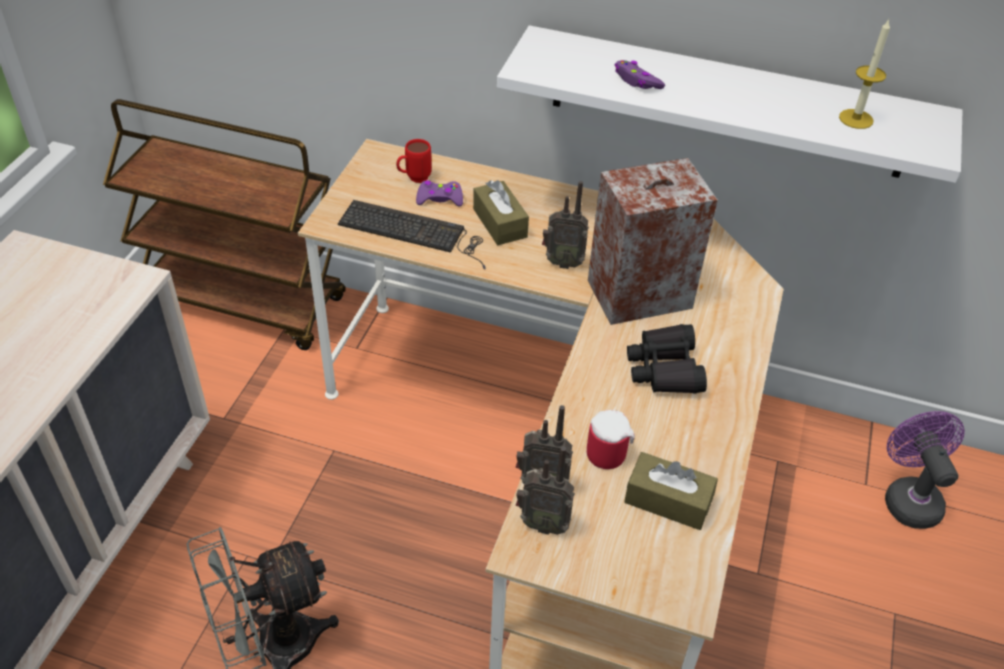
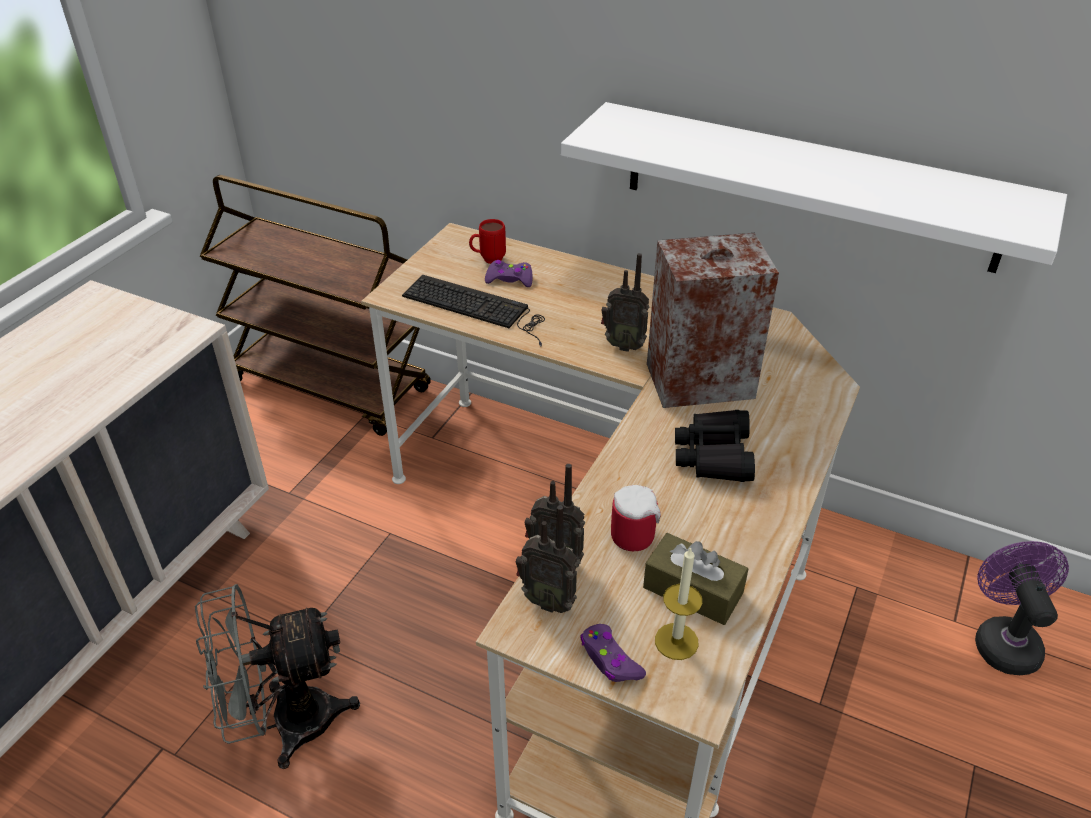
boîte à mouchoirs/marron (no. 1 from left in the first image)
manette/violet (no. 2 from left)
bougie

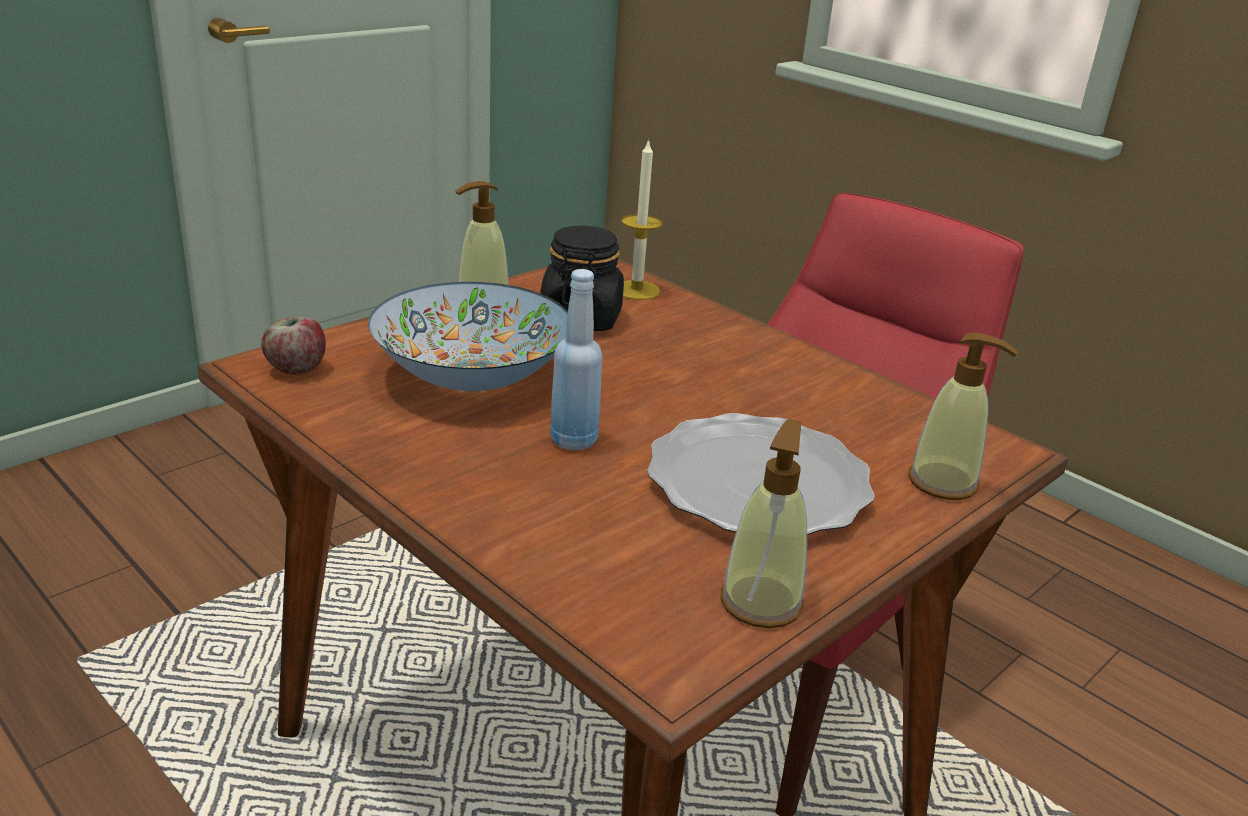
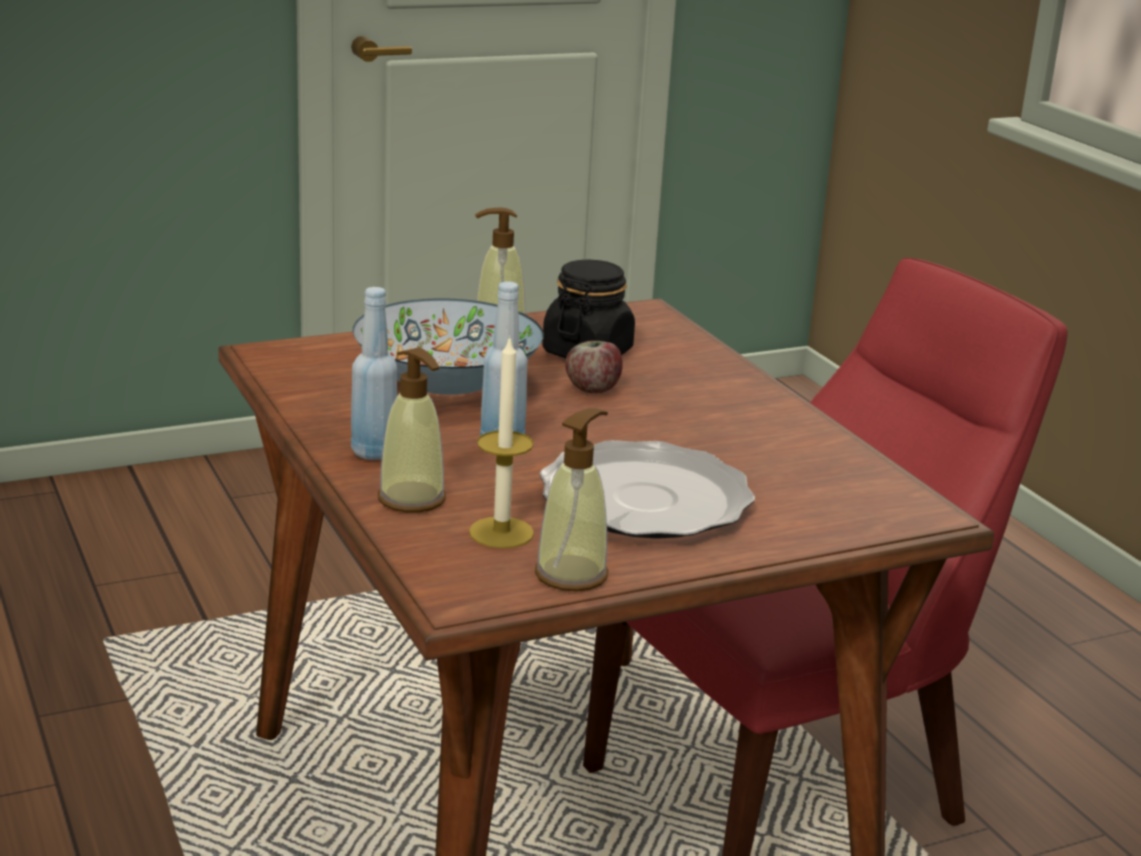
pomme
bougie
distributeur de savon (no. 1 from left)
bouteille/bleu (no. 1 from left)

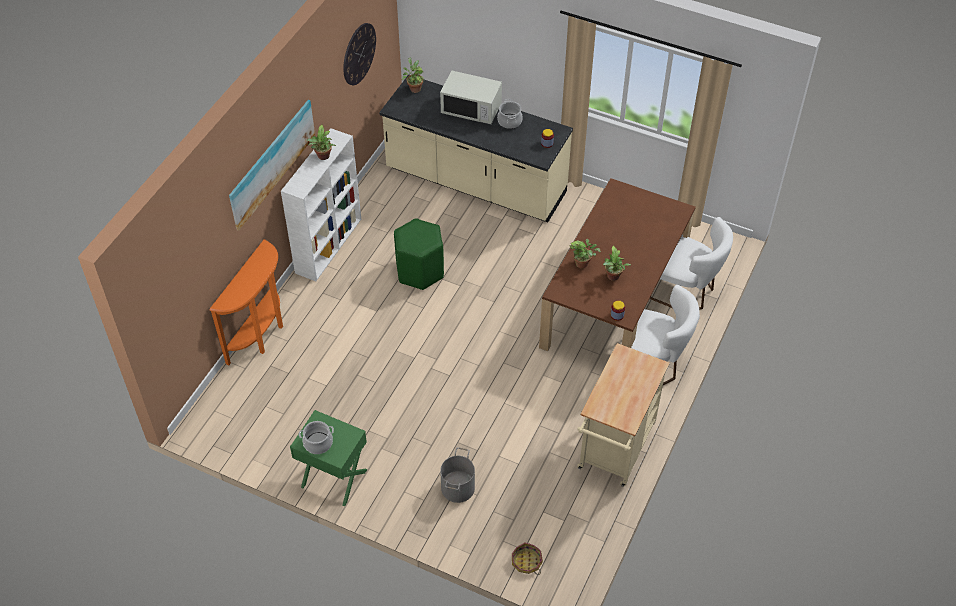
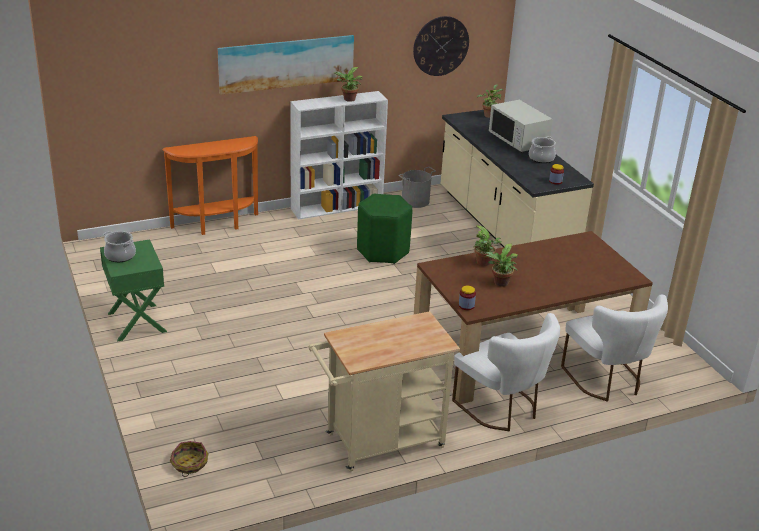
seau/gris

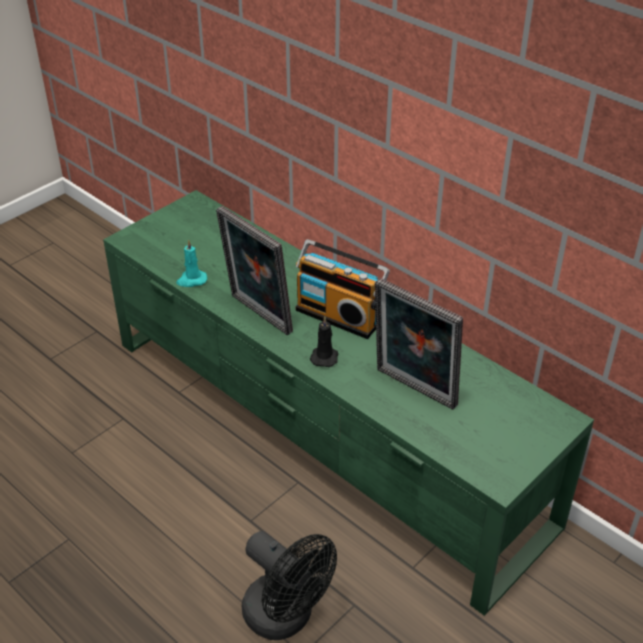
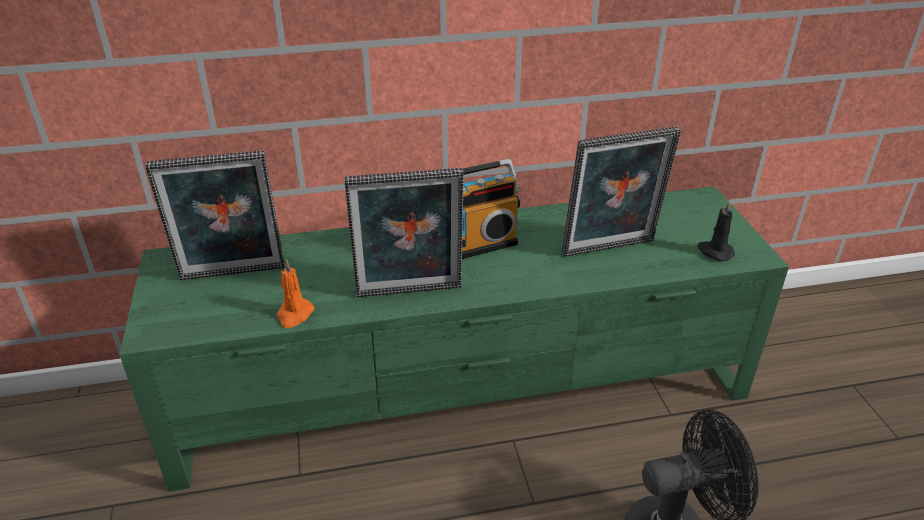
bougie/orange
bougie/noir
cadre photo (no. 1 from left)

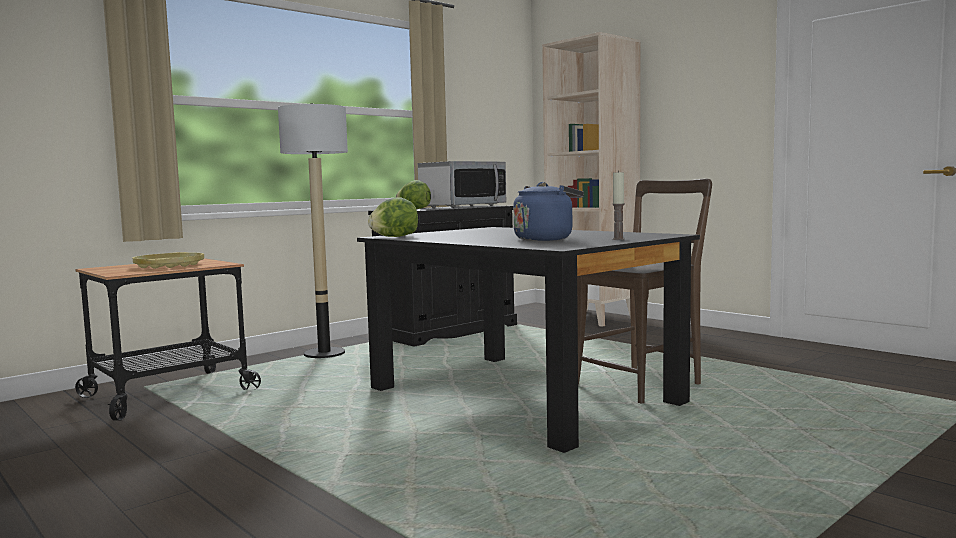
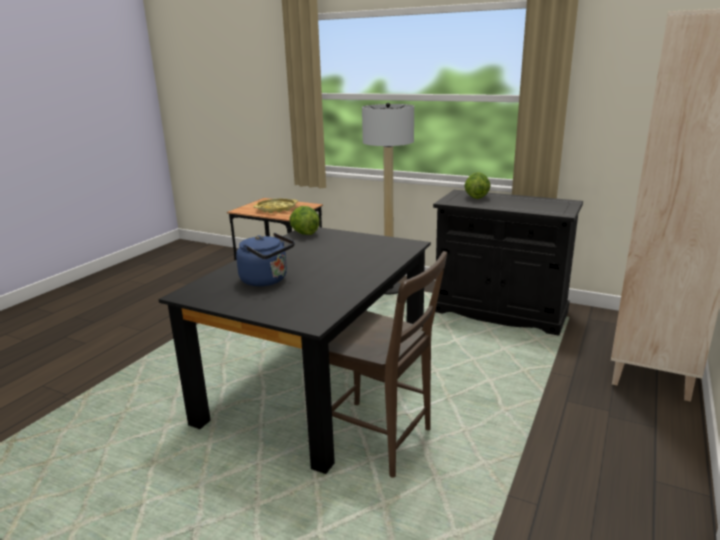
micro-ondes
bougie

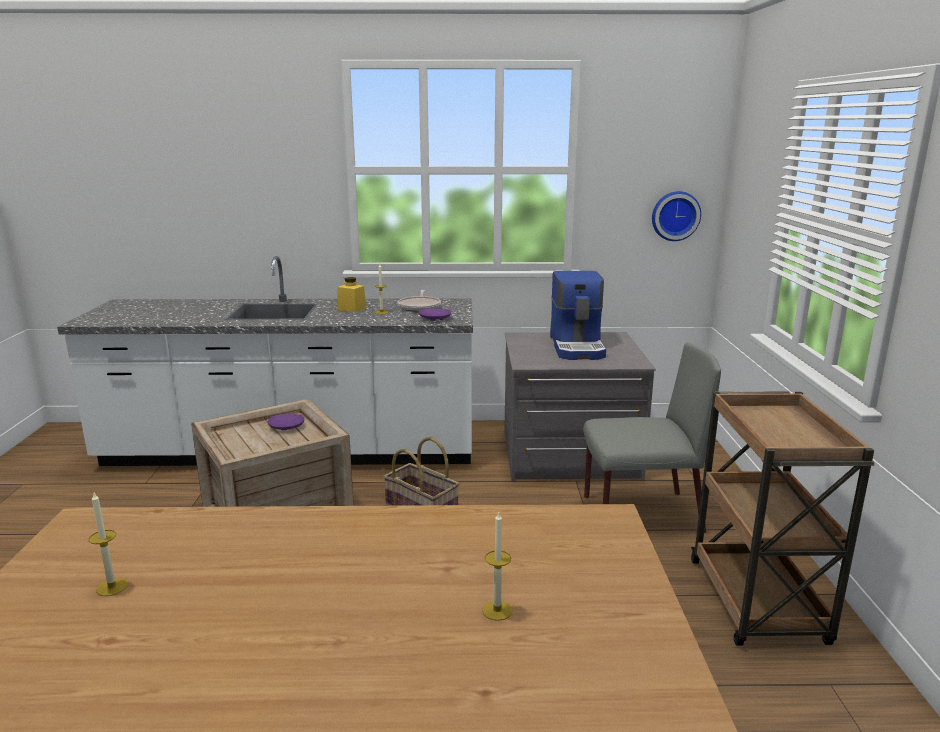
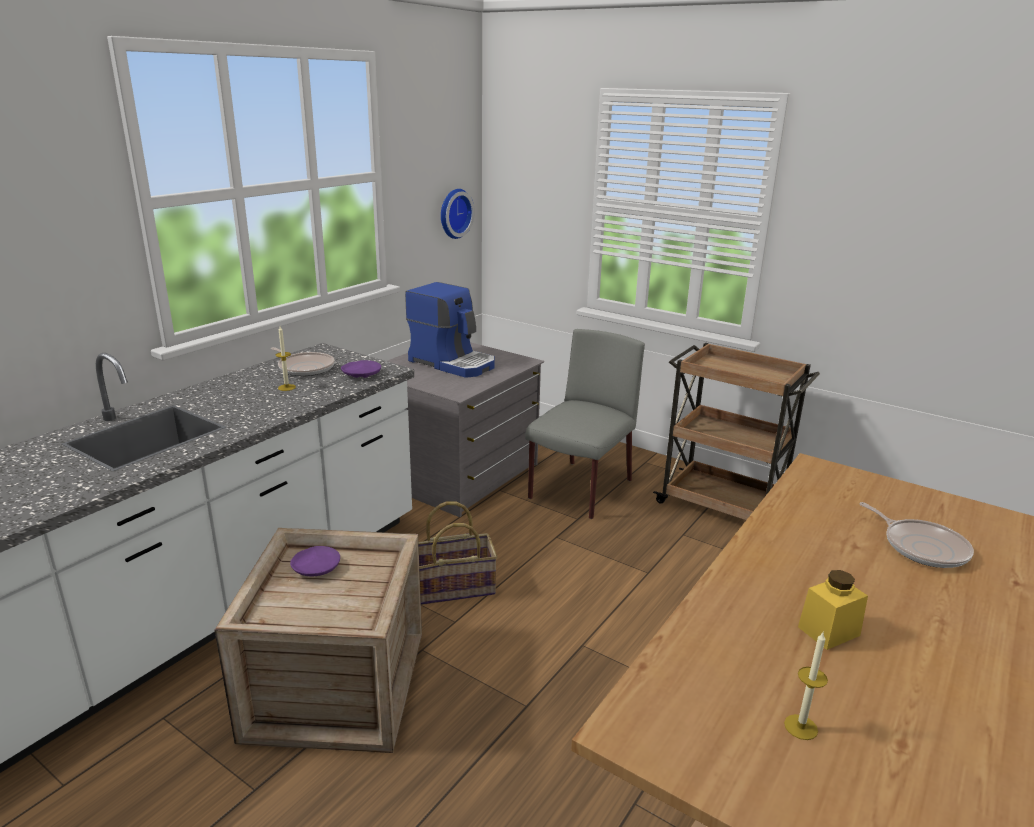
bocal/jaune
poêle (no. 2 from left)

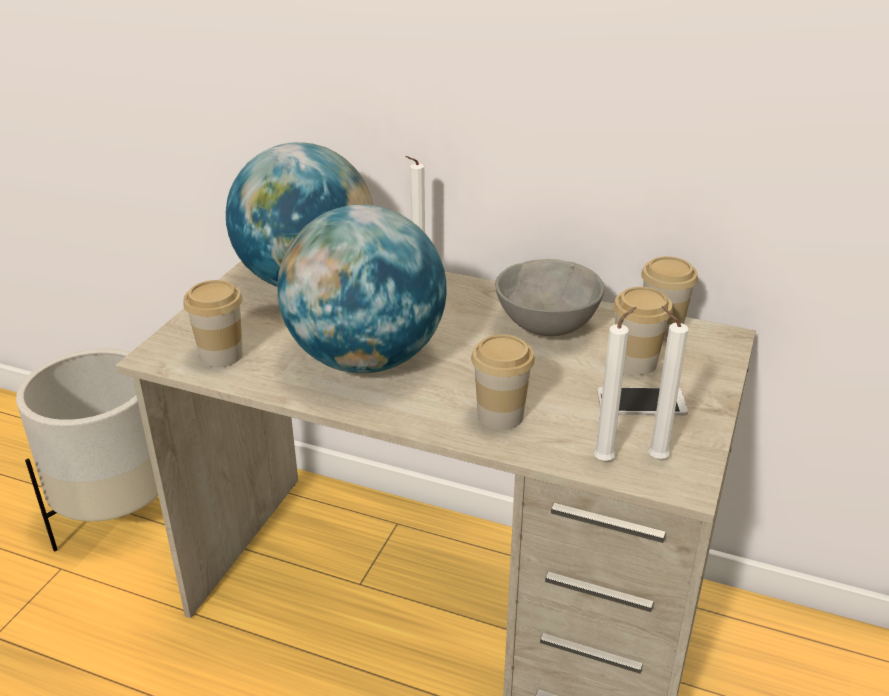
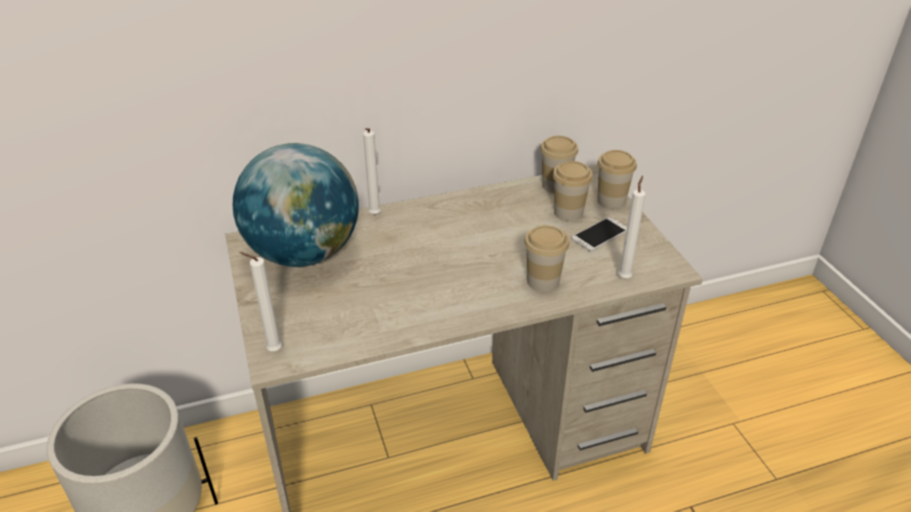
tasse (no. 4 from left)
globe (no. 2 from left in the first image)
bol/gris
bougie/blanc (no. 1 from left)

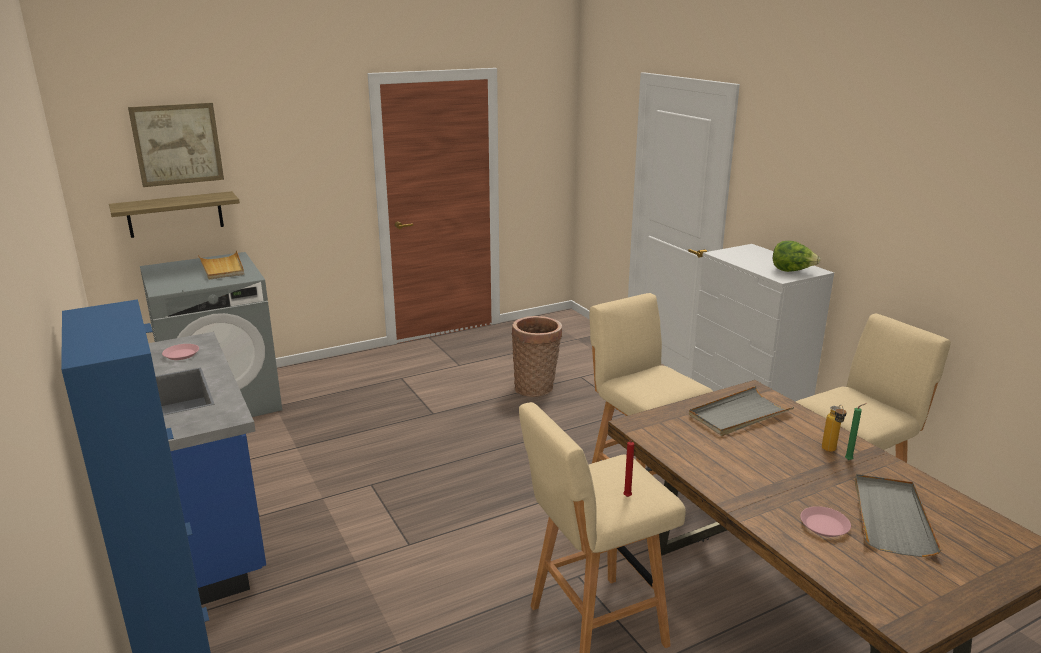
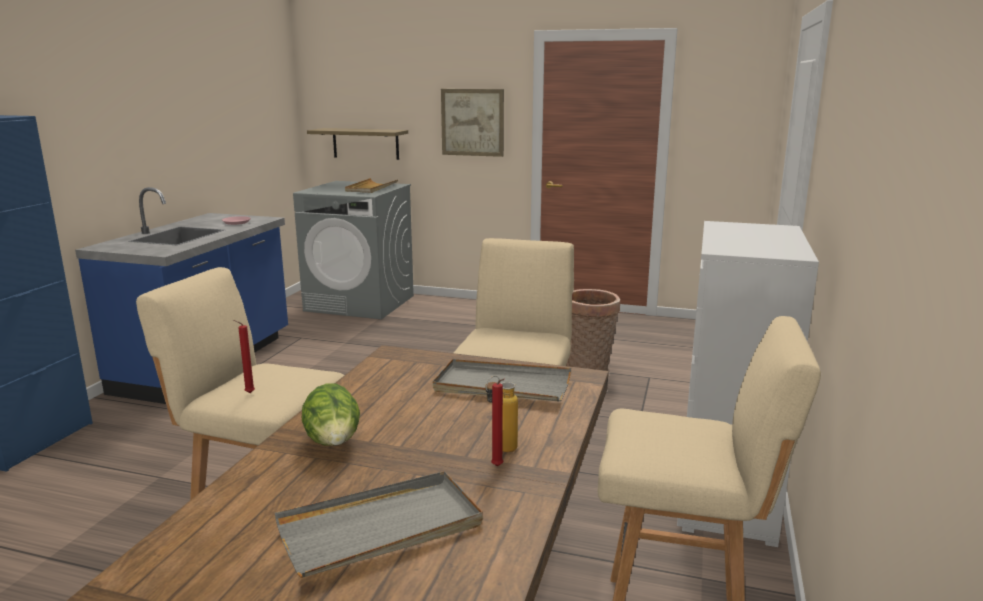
tableau
laitue
assiette/rose (no. 2 from left in the first image)
bougie/rouge (no. 2 from left)

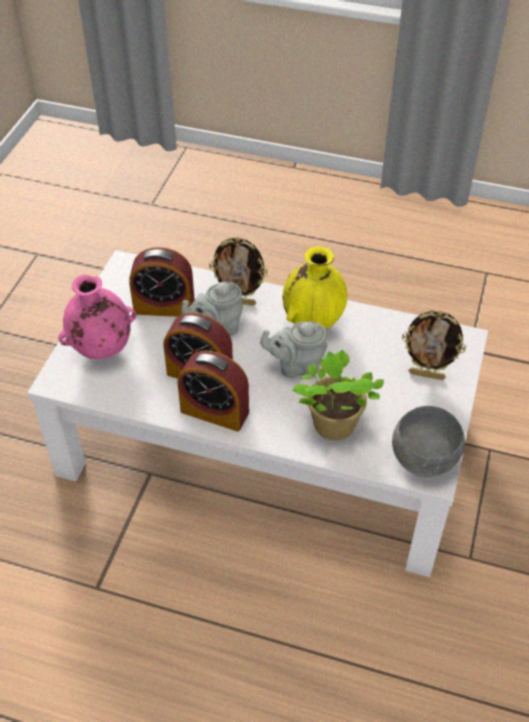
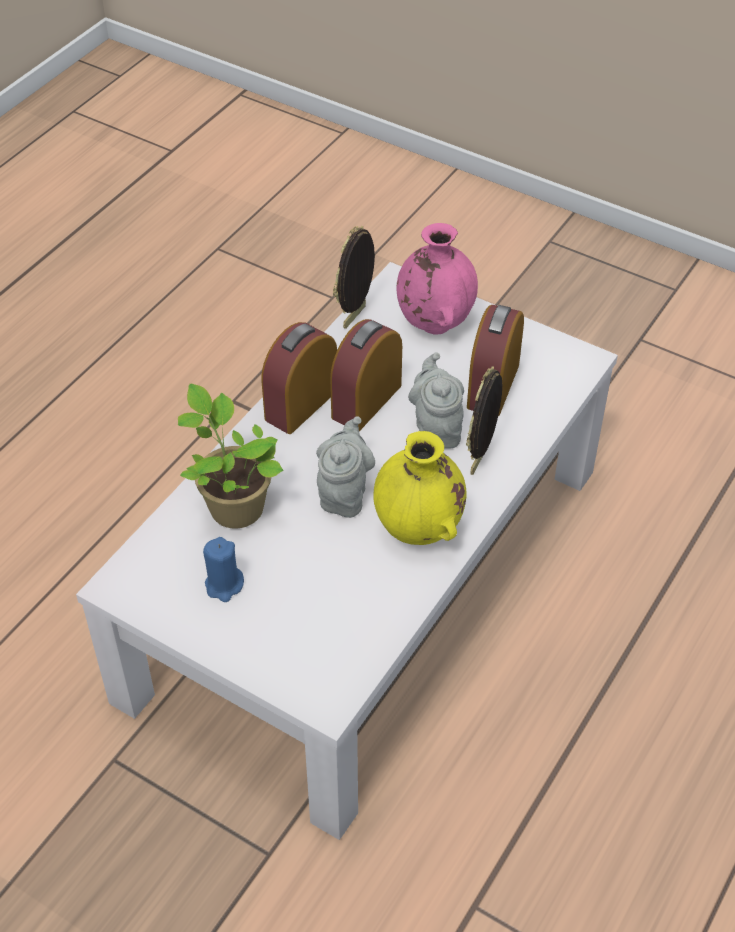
bol/gris
cadre photo (no. 1 from left)
bougie/bleu

